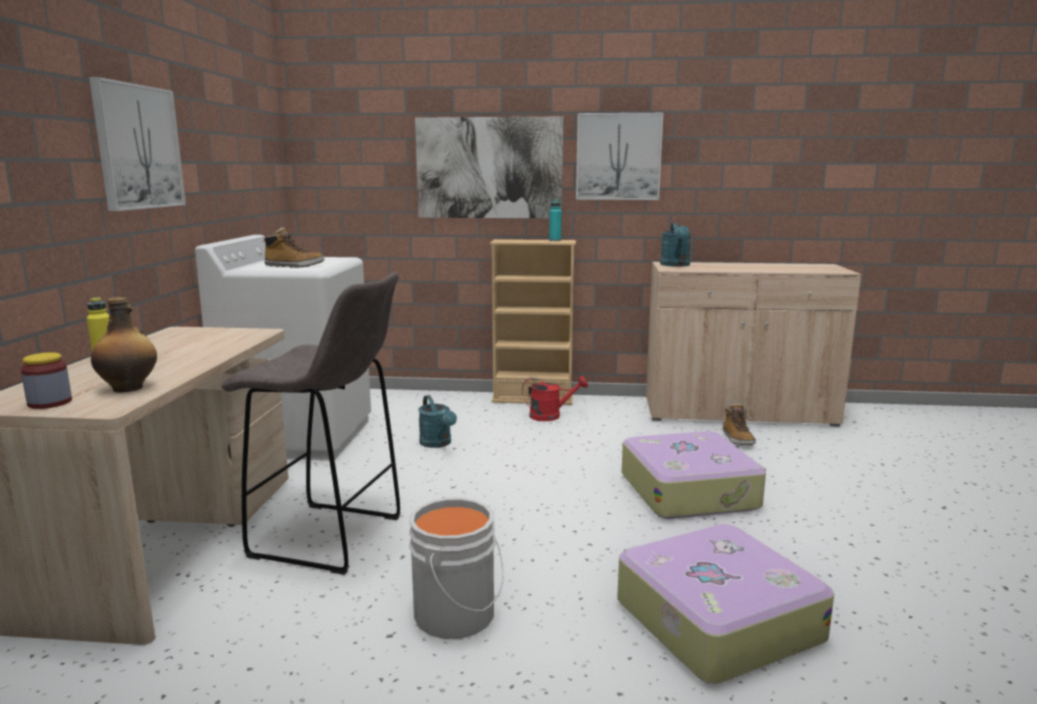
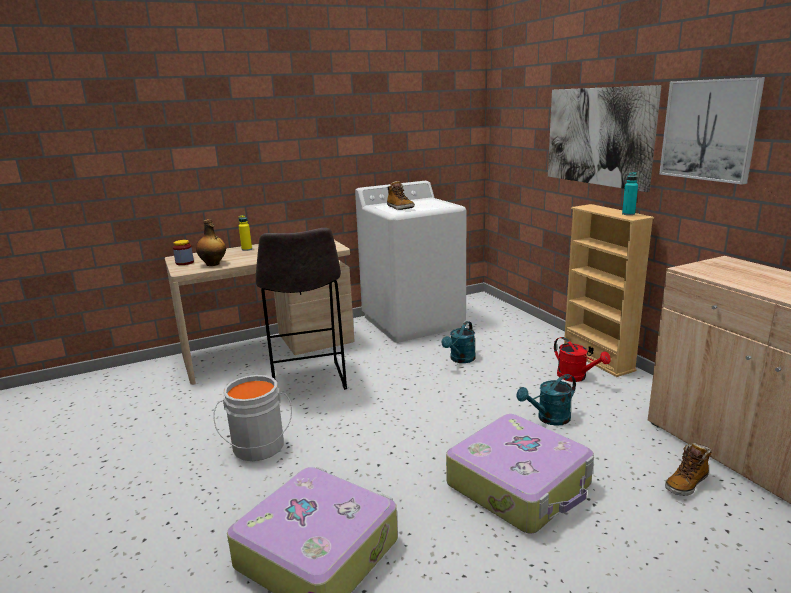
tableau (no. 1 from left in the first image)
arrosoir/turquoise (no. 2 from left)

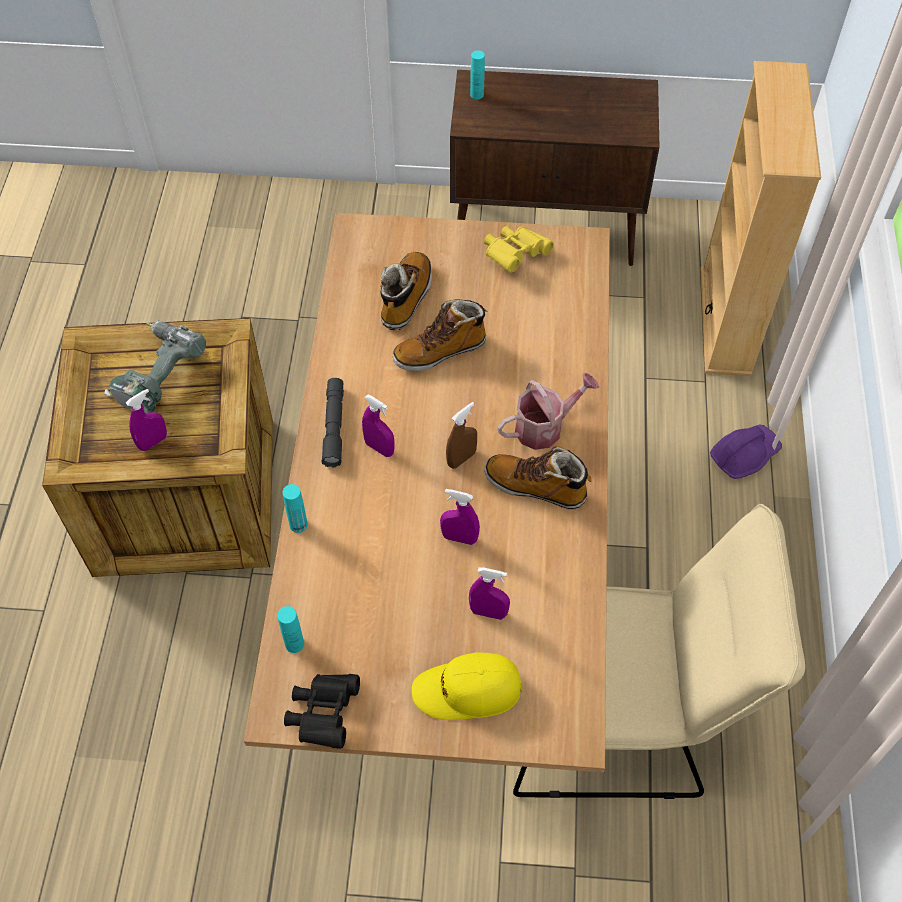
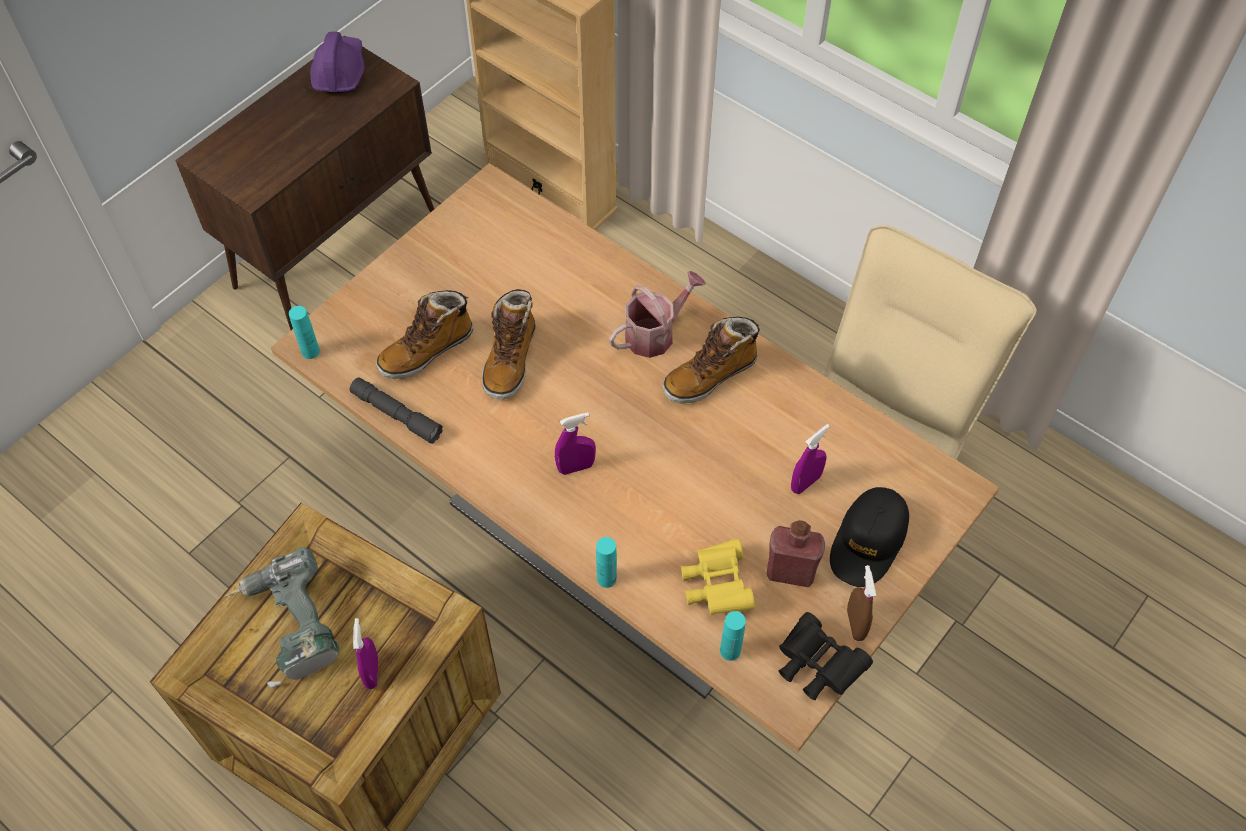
lampe de poche/gris
botte (no. 1 from left)
casquette/noir
vaporisateur/violet (no. 3 from left in the first image)
vaporisateur/marron
bouteille/turquoise (no. 1 from left)
jumelles/jaune
arrosoir
casque de chantier/violet
bouteille/rouge

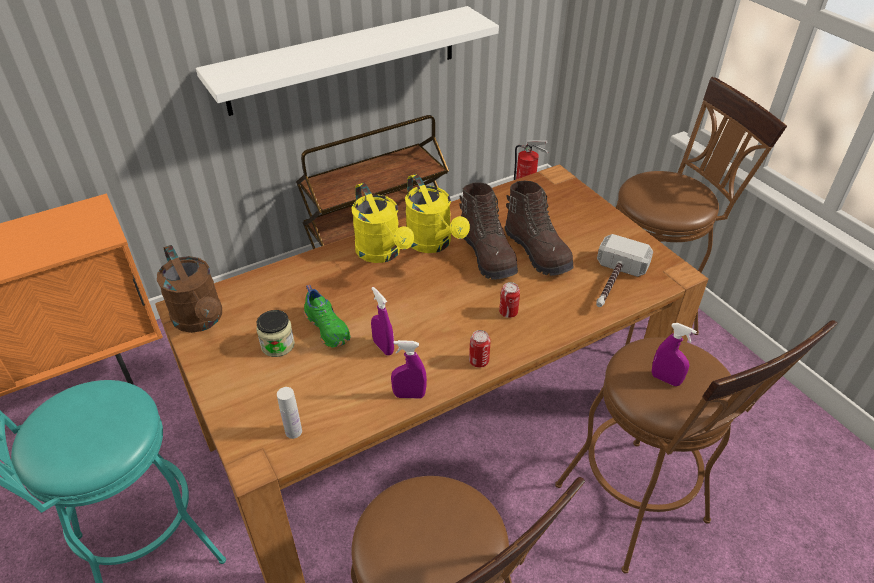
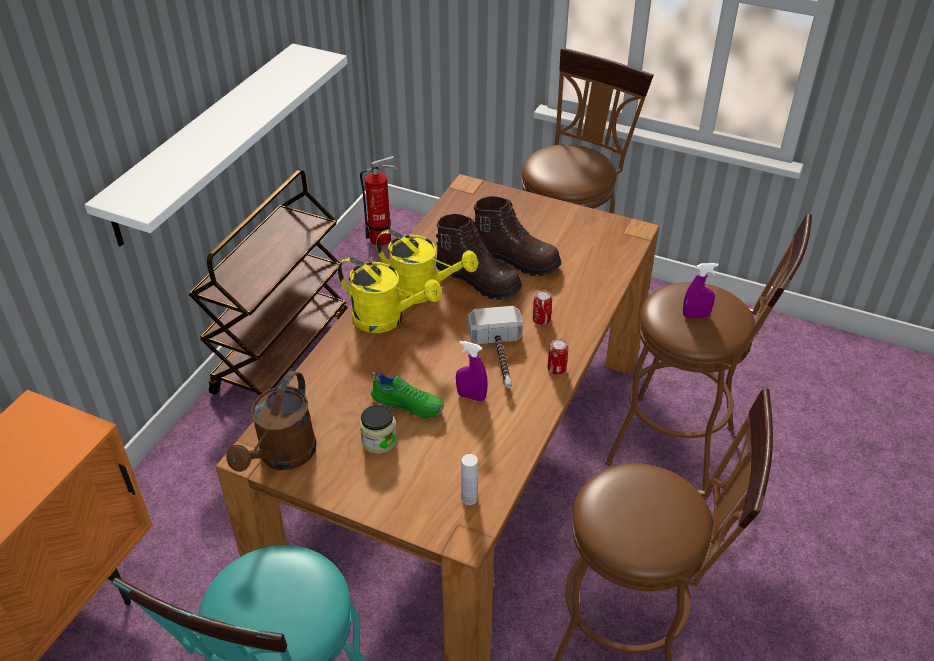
arrosoir/marron
vaporisateur/violet (no. 2 from left in the first image)
marteau

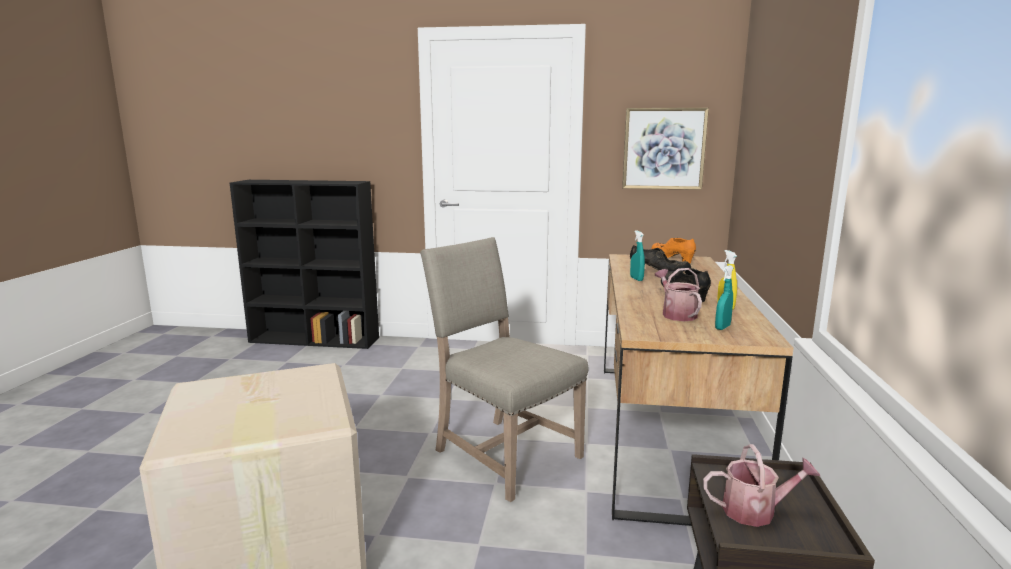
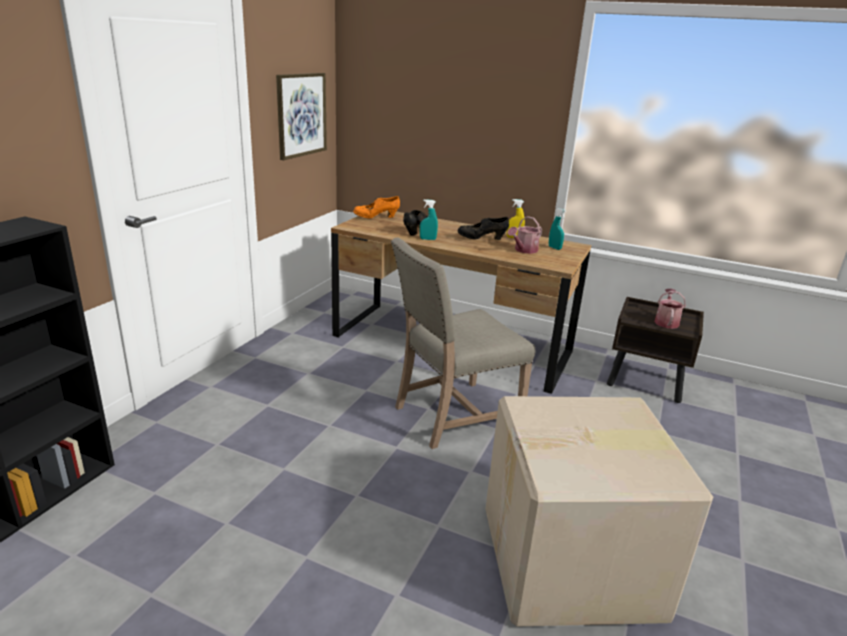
arrosoir (no. 1 from left)

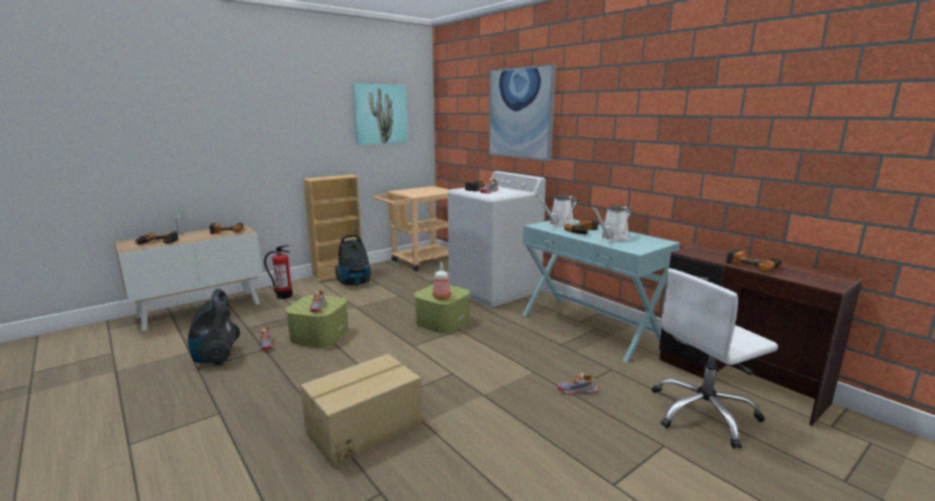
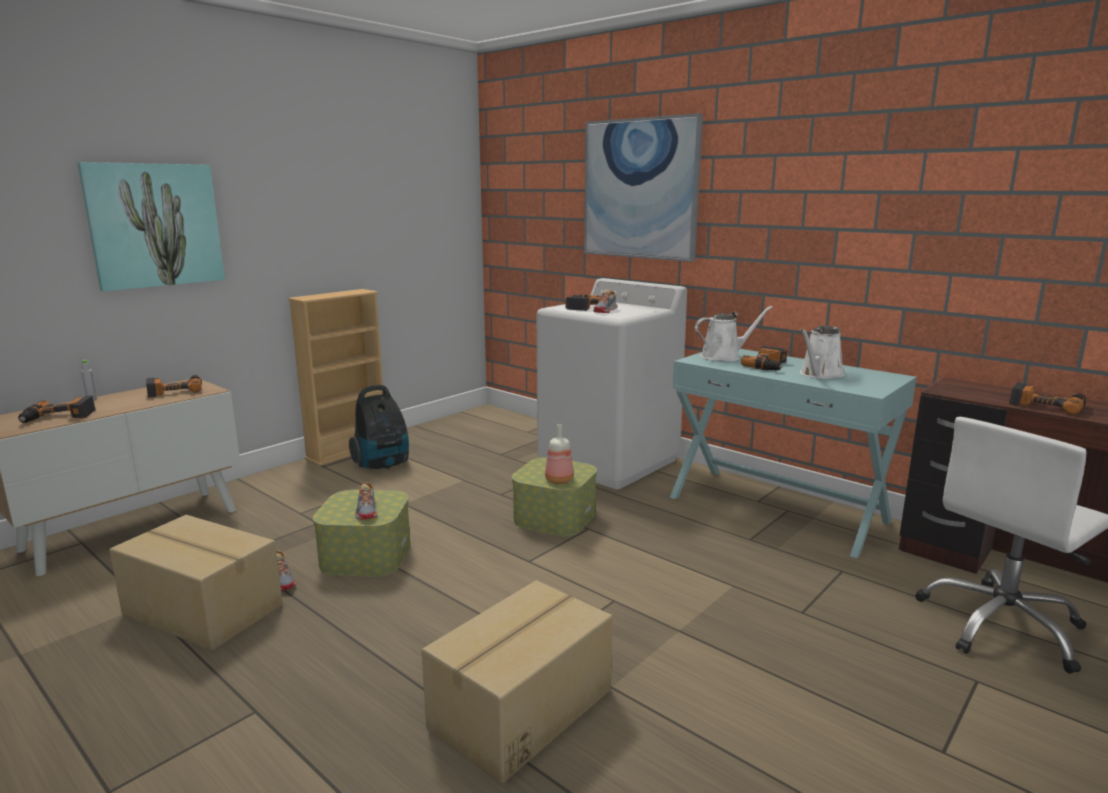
carton (no. 1 from left)
extincteur
tableau (no. 1 from left)
chariot/beige
arrosoir/blanc (no. 1 from left)
chaussure (no. 4 from left in the first image)

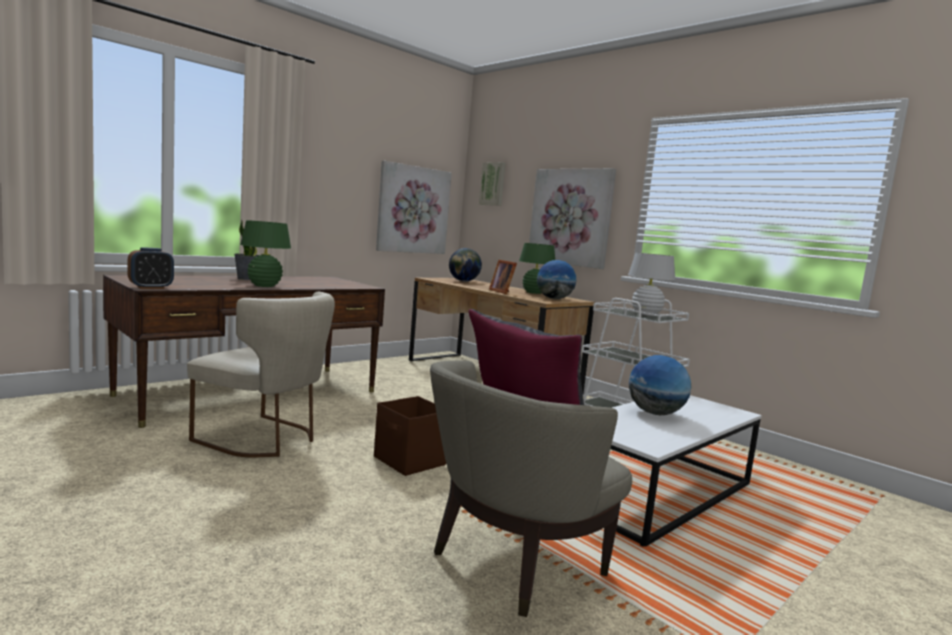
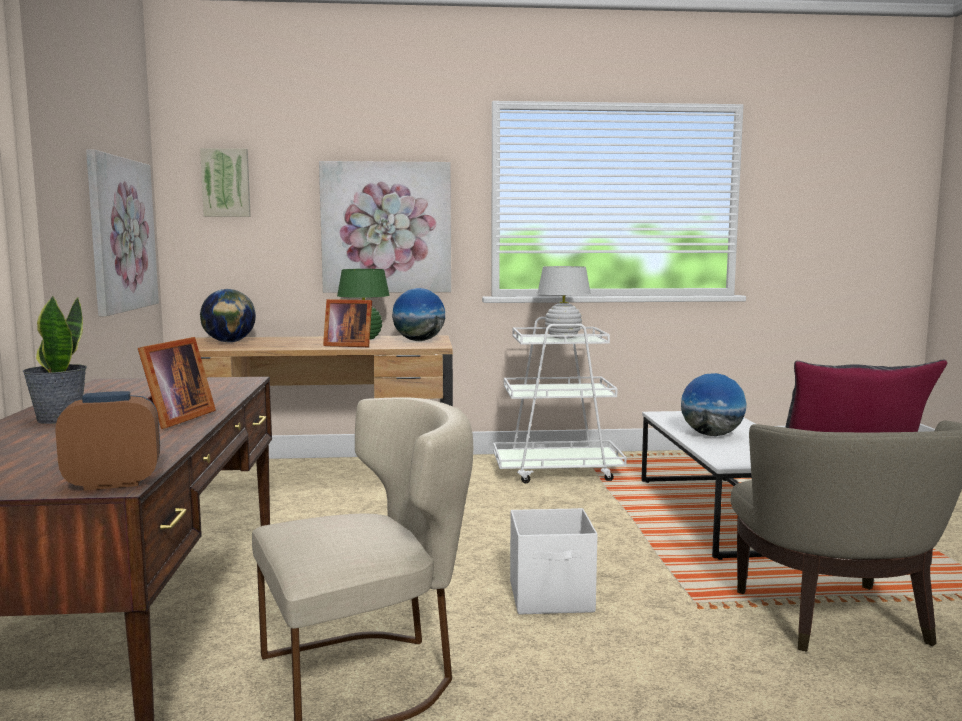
réveil
cadre photo (no. 1 from left)
boîte de rangement/blanc

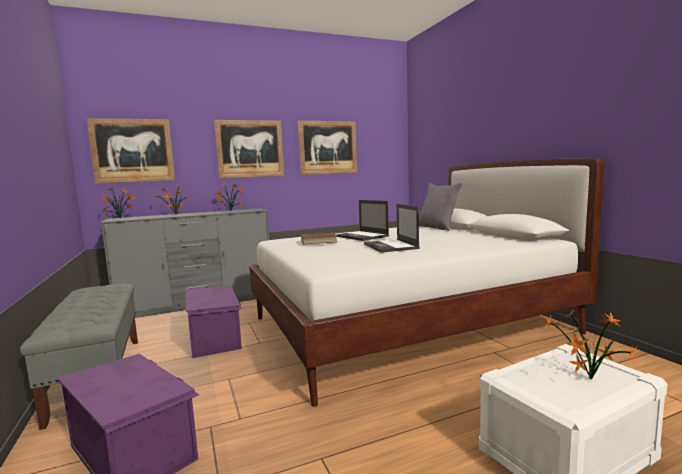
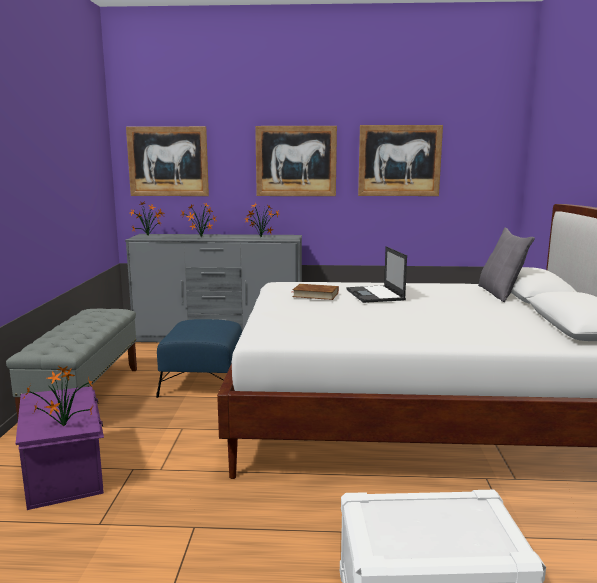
pouf/bleu
ordinateur portable (no. 2 from left in the first image)
plante en pot (no. 1 from left)

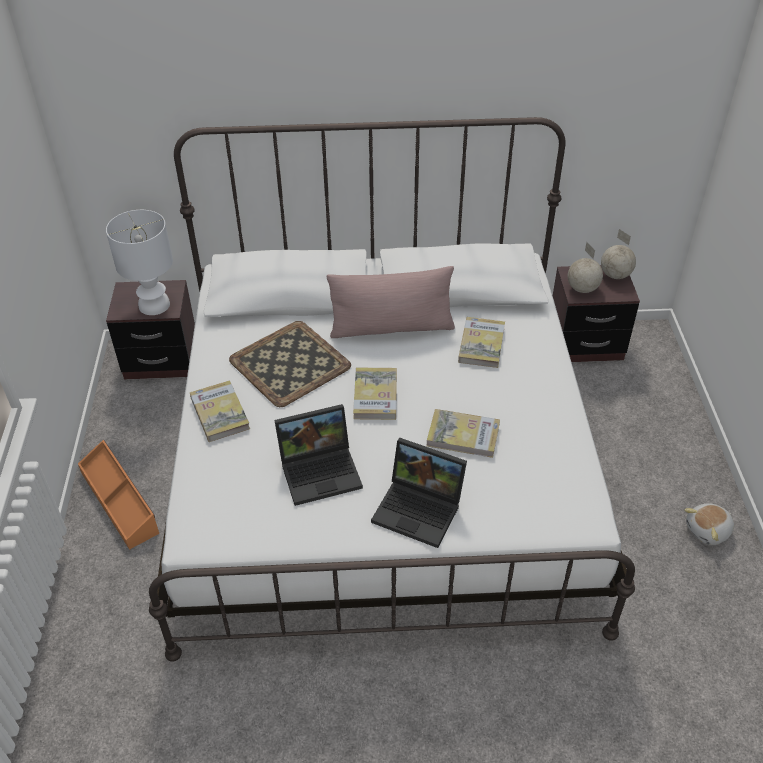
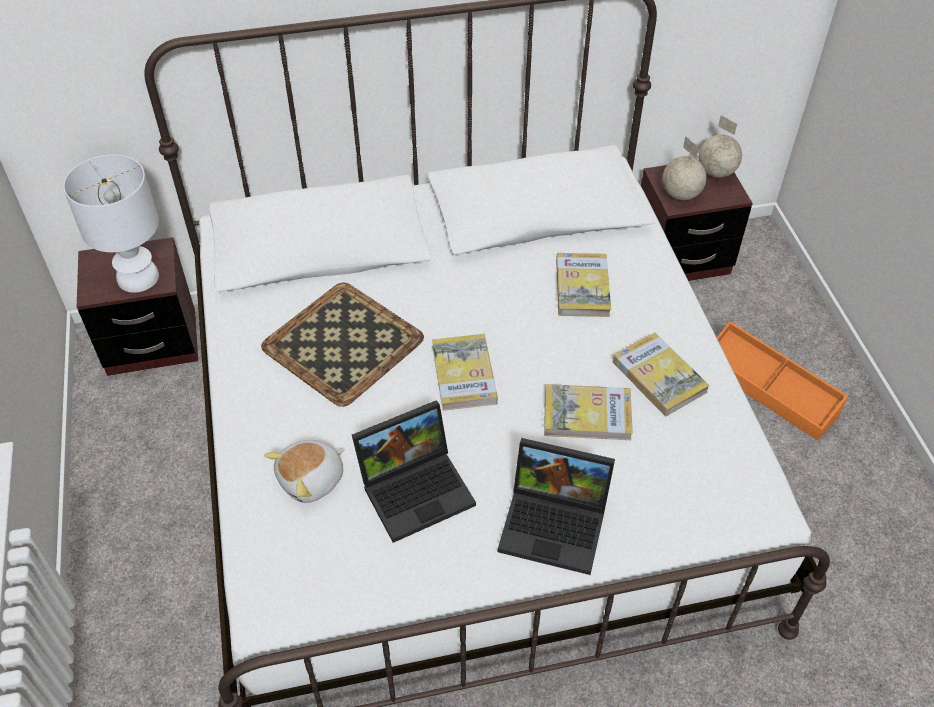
boîte de rangement/orange
livre (no. 4 from left)
coussin/rose
peluche

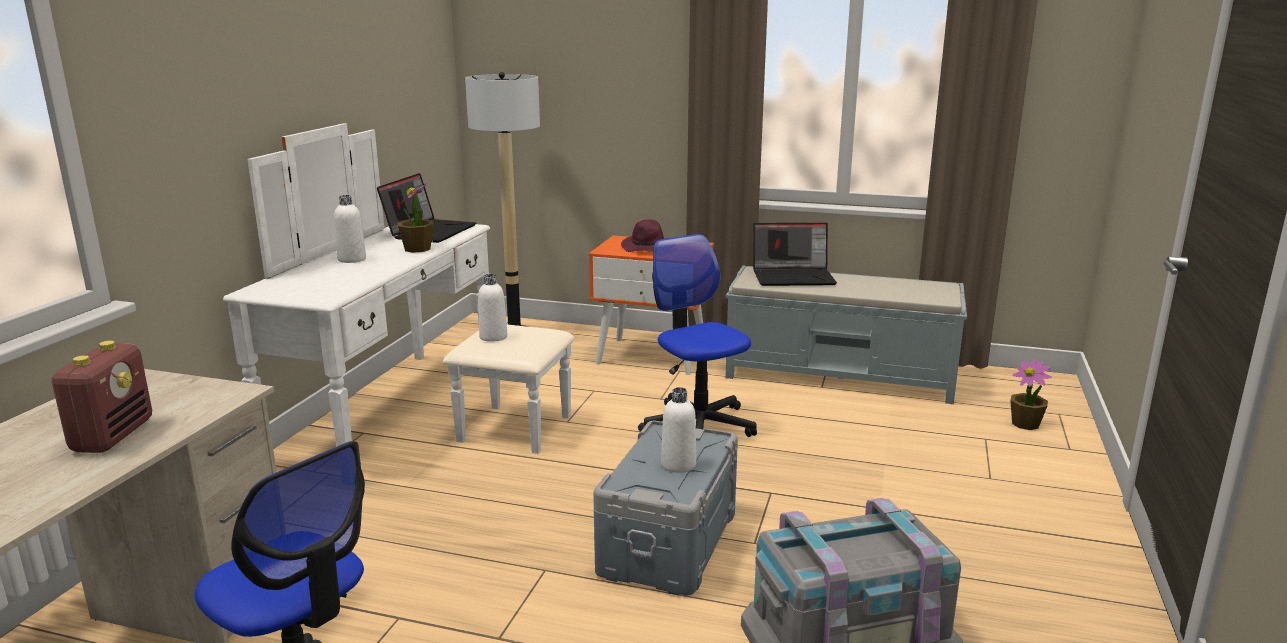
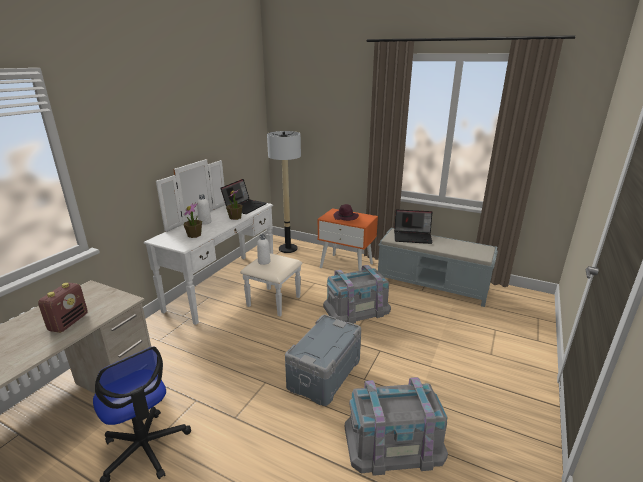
boîte de rangement/gris (no. 2 from left)
bouteille/blanc (no. 3 from left in the first image)
plante en pot (no. 1 from left)

